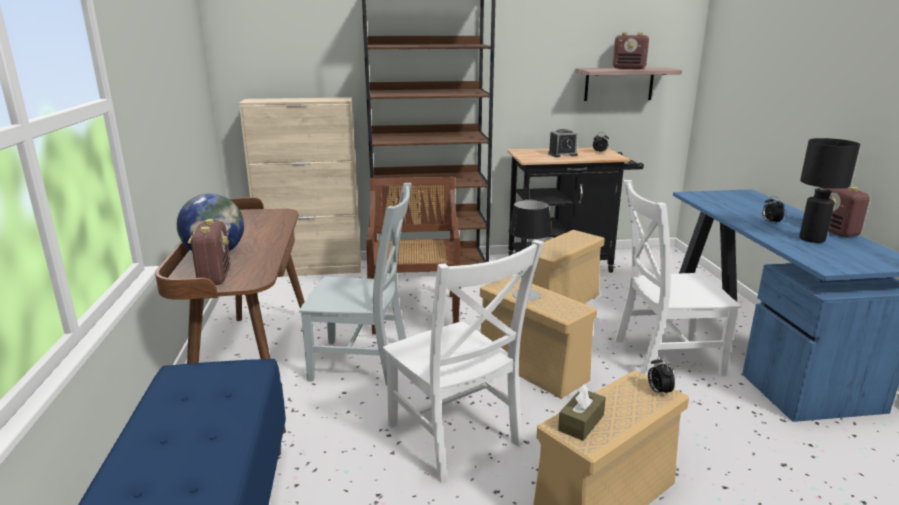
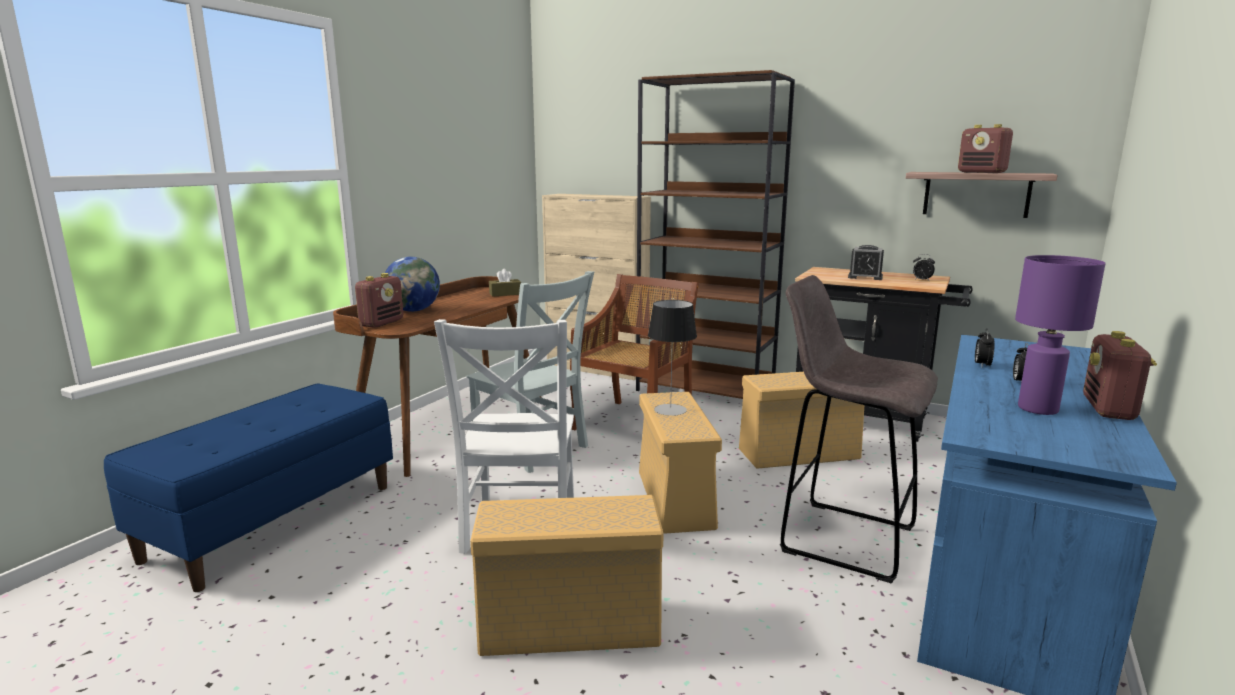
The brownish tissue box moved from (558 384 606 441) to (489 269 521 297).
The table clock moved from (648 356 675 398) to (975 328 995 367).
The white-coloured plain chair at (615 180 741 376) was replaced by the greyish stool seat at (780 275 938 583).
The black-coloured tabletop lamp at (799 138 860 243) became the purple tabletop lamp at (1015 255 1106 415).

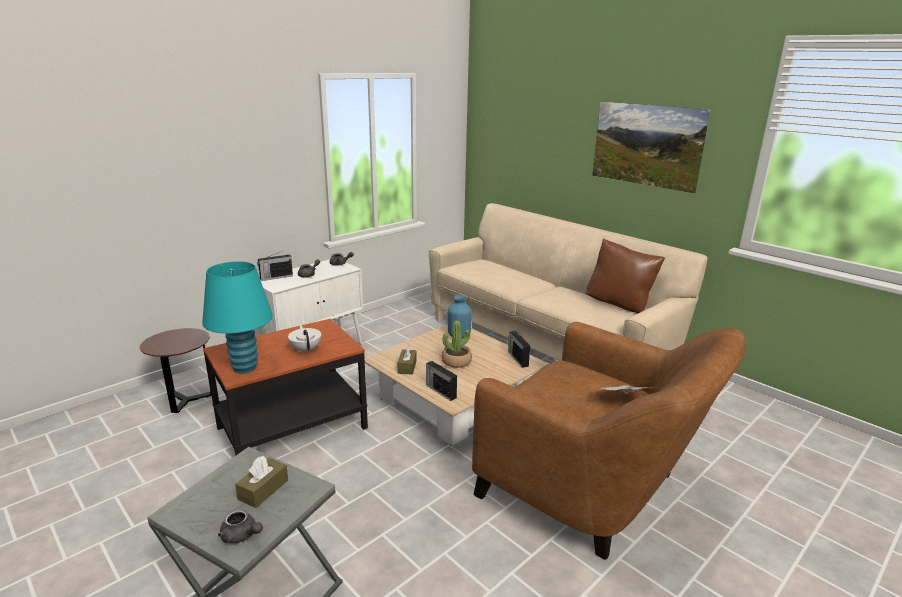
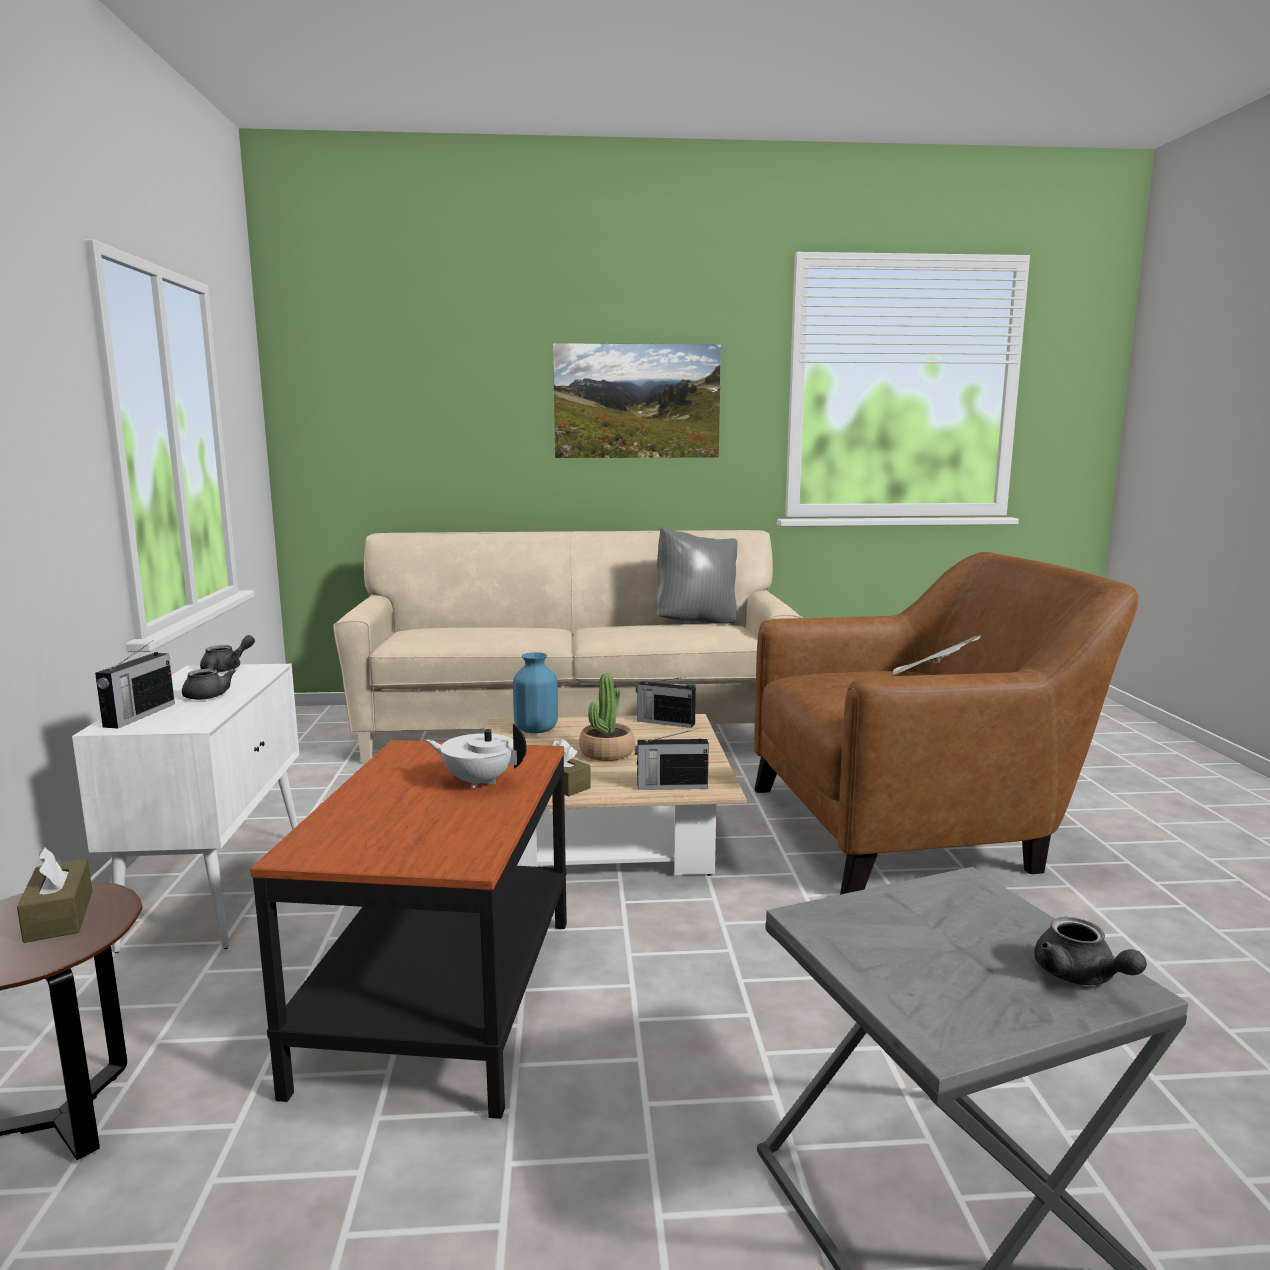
The turquoise tabletop lamp at (202 261 273 374) disappeared.
The brownish tissue box moved from (235 456 288 508) to (17 847 93 943).
The brownish cushion at (586 238 665 313) became the greyish cushion at (655 527 738 624).
The greyish tea pot at (218 509 263 543) turned 90 degrees clockwise.

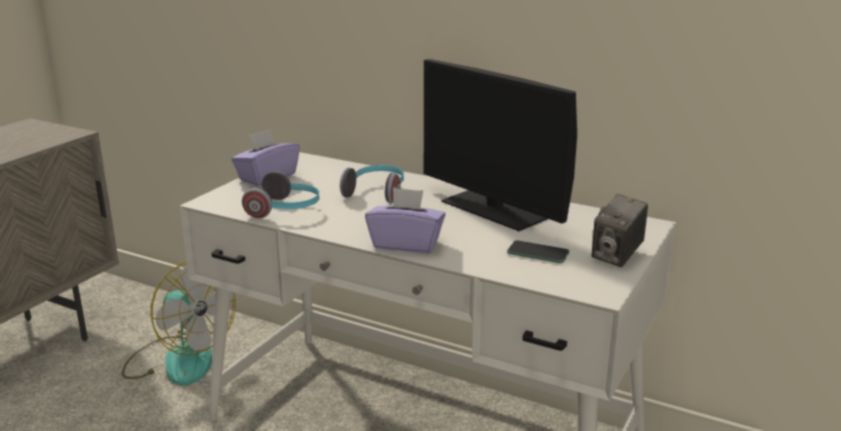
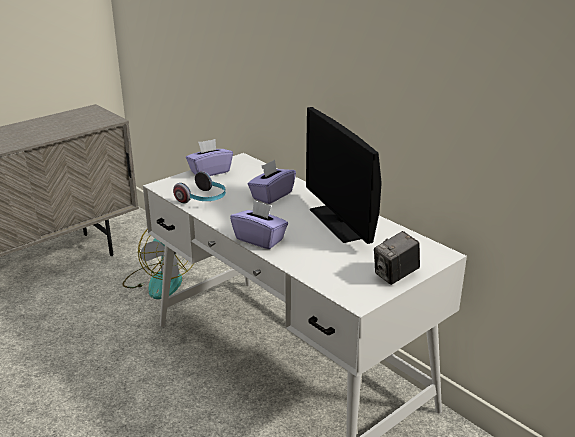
The handset at (507 241 570 263) disappeared.
The headphones at (340 165 404 203) was replaced by the purple tissue box at (248 160 296 204).

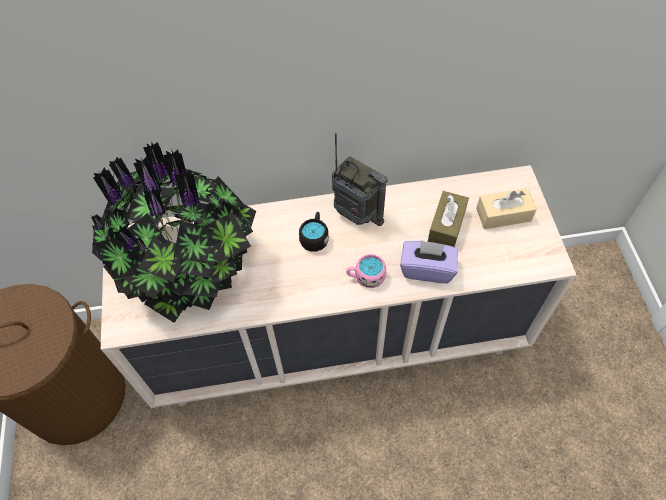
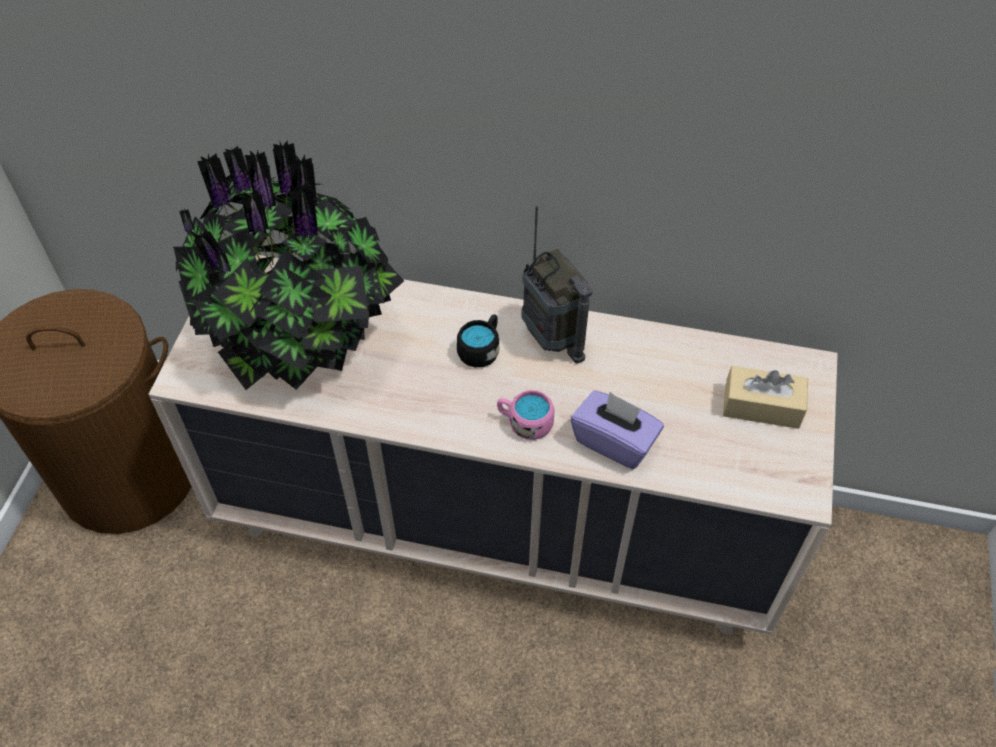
The brownish tissue box at (428 191 469 247) disappeared.

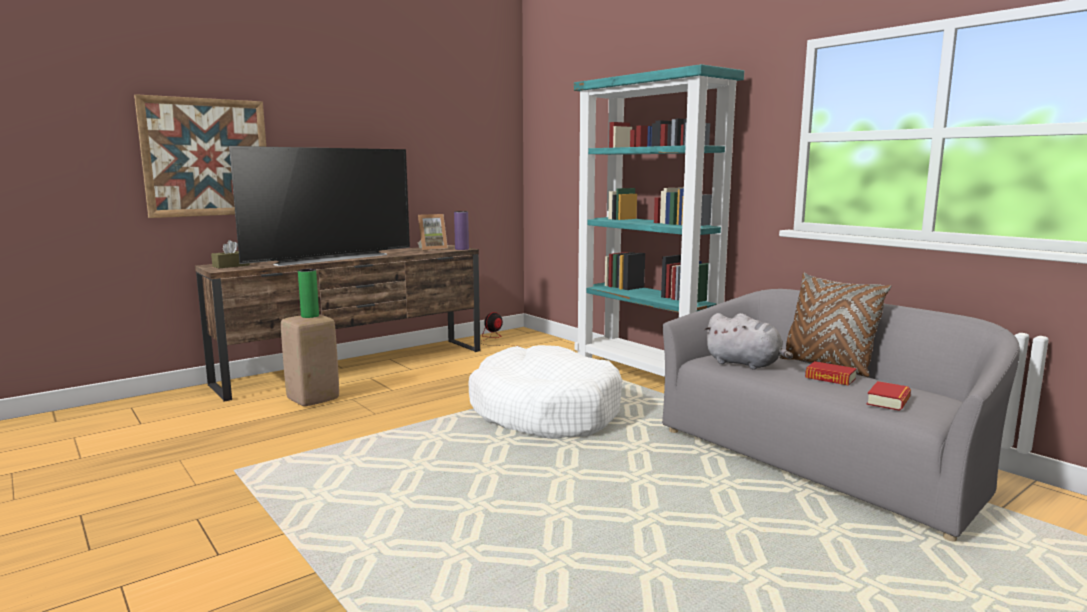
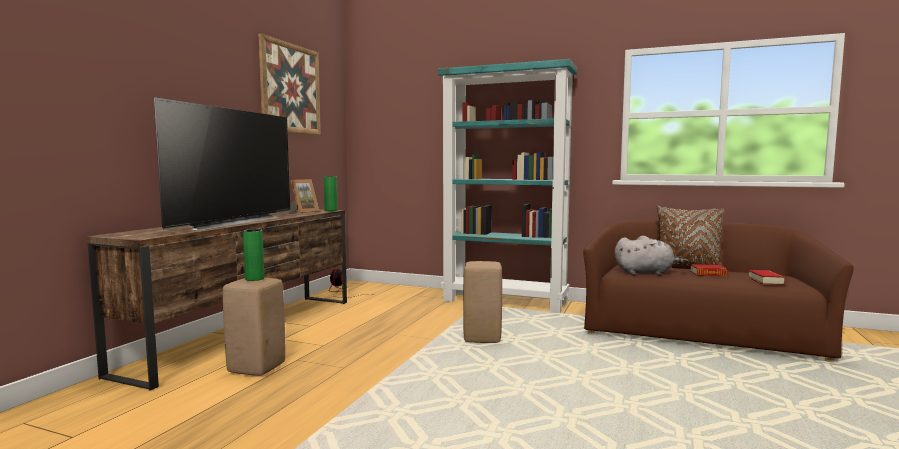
The brownish tissue box at (211 240 250 269) disappeared.
The wall art moved from (134 94 266 218) to (258 34 321 135).
The white-coloured dog bed at (469 345 622 439) was replaced by the beige-coloured stool seat at (463 261 502 343).
The purple flower vase at (454 211 469 250) became the green flower vase at (324 176 337 211).
The greyish couch at (662 289 1020 542) became the brownish couch at (583 220 854 362).

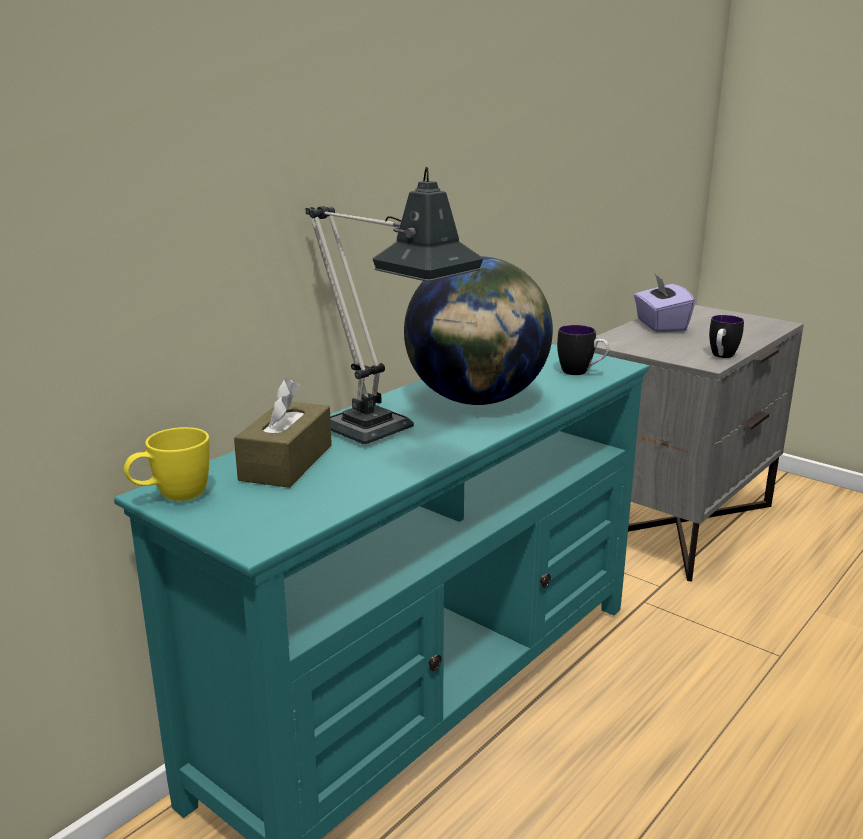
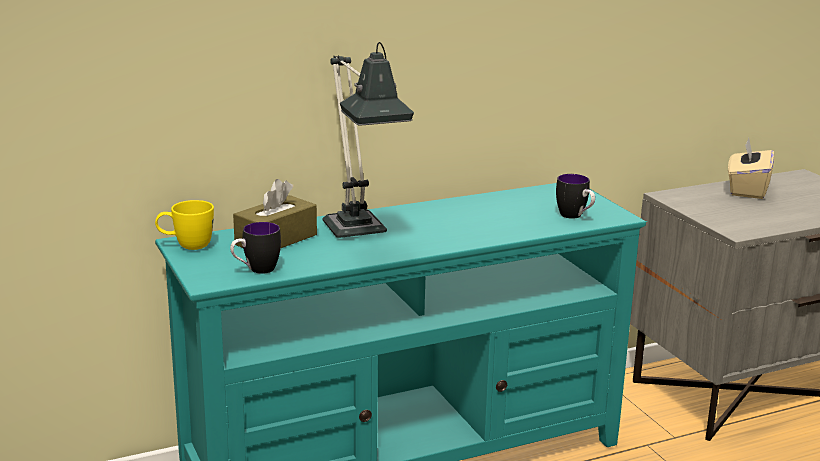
The world globe at (404 256 553 405) disappeared.
The mug moved from (709 315 744 358) to (230 222 281 274).
The purple tissue box at (634 274 695 332) became the beige-coloured tissue box at (728 138 774 199).

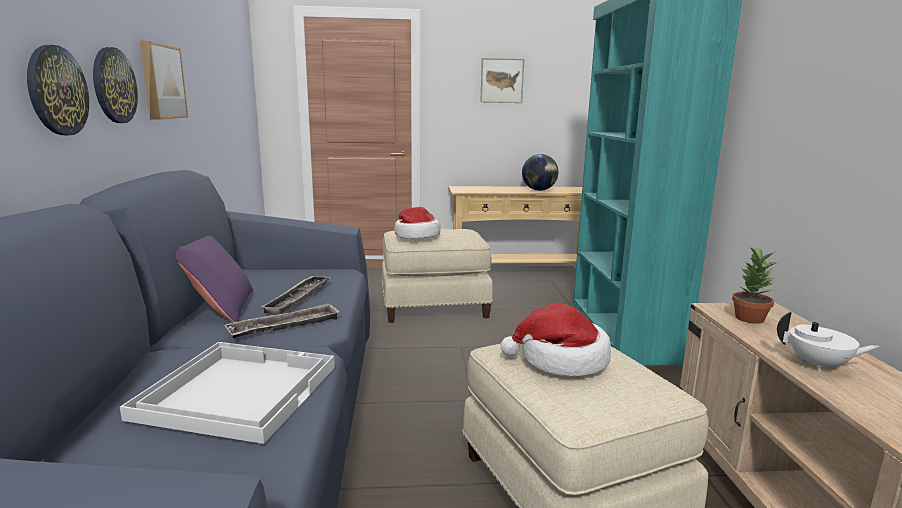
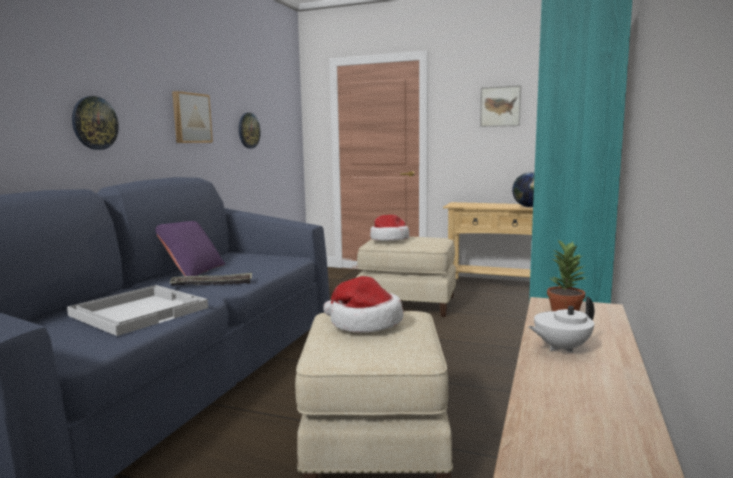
The tray at (260 276 330 314) disappeared.
The wall clock moved from (93 47 138 123) to (239 113 260 149).
The white-coloured tea pot at (777 312 880 372) turned 105 degrees clockwise.

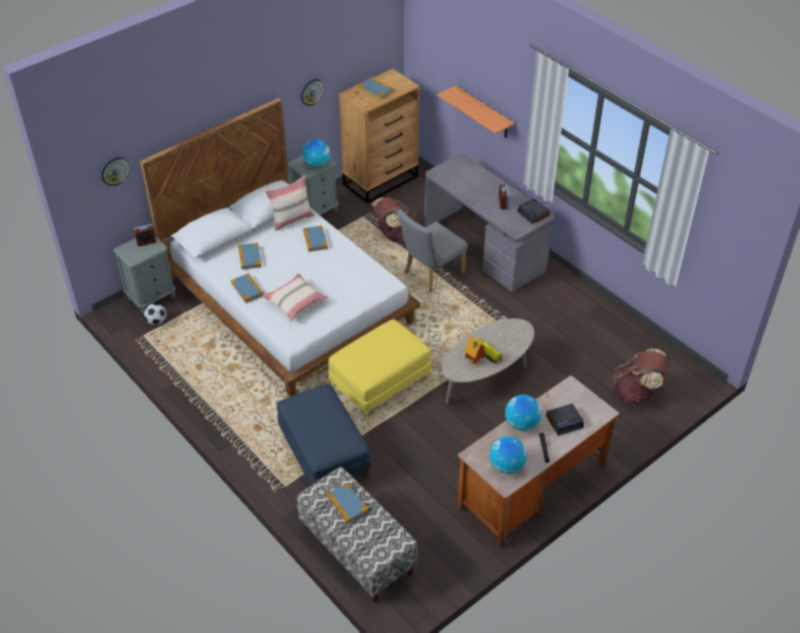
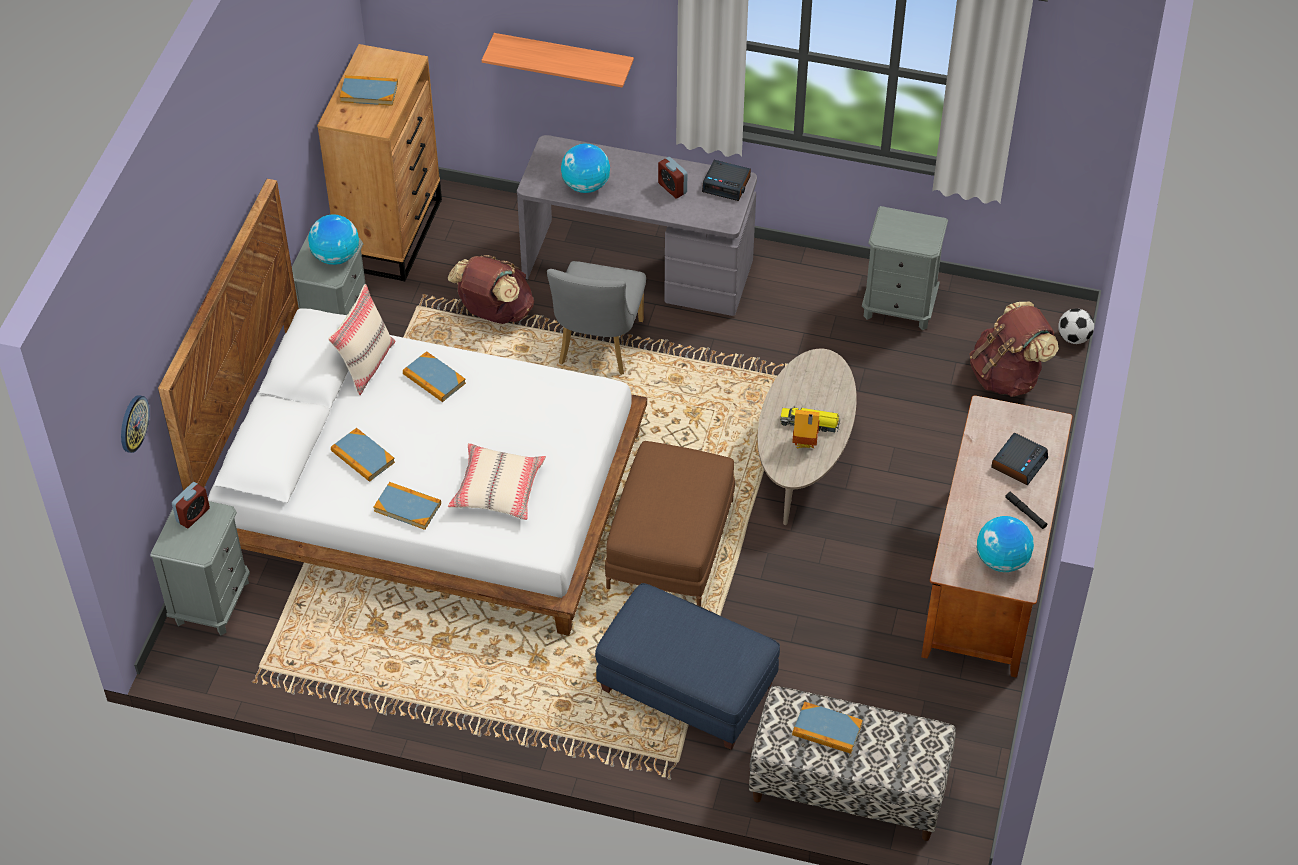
The wall clock at (300 79 325 106) disappeared.
The greyish night table at (862 206 948 330) appeared.
The ball for football moved from (144 303 167 325) to (1058 308 1094 344).
The world globe moved from (505 395 541 431) to (561 144 610 193).
The yellow footrest at (328 319 431 420) became the brownish footrest at (605 441 735 607).

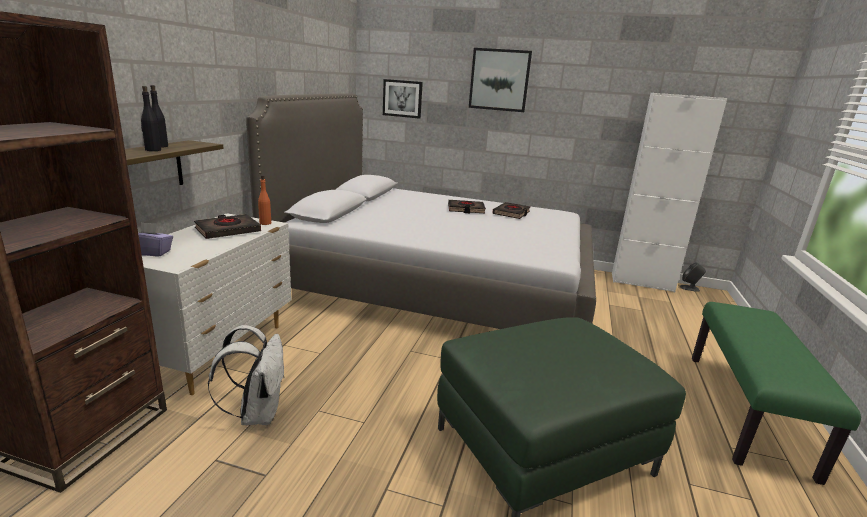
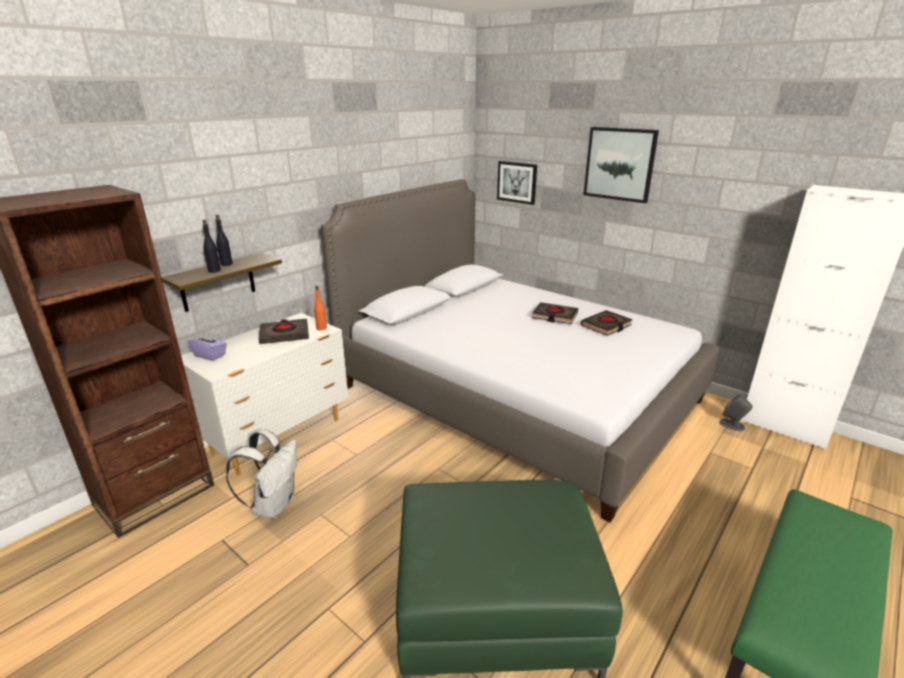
The greyish loudspeaker moved from (680 262 706 292) to (719 394 752 431).

